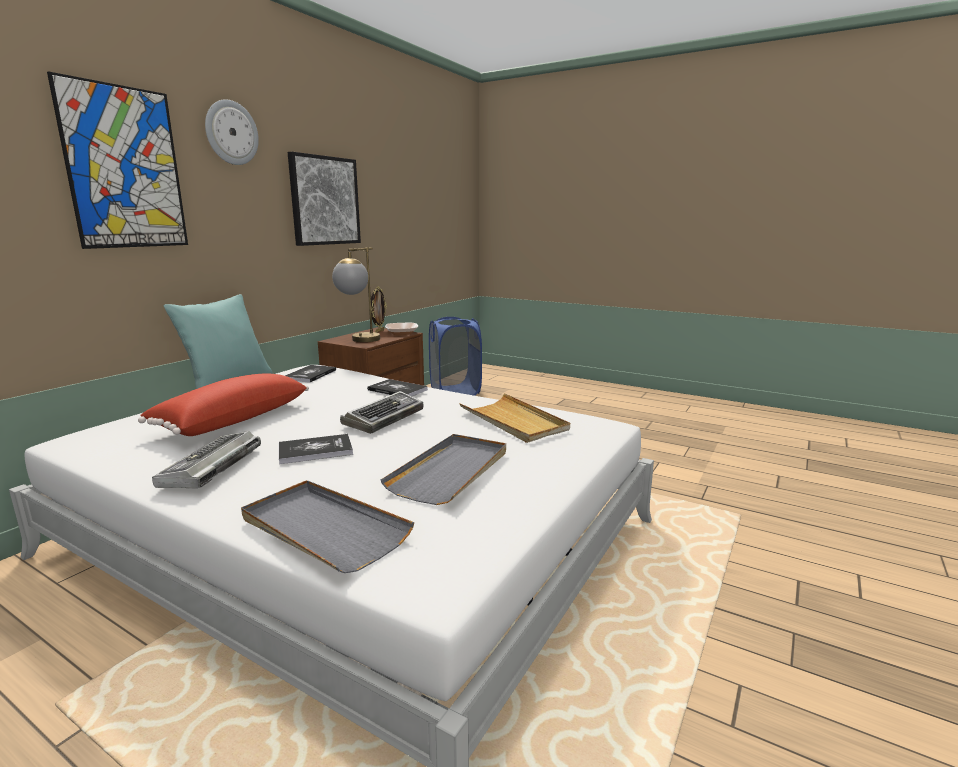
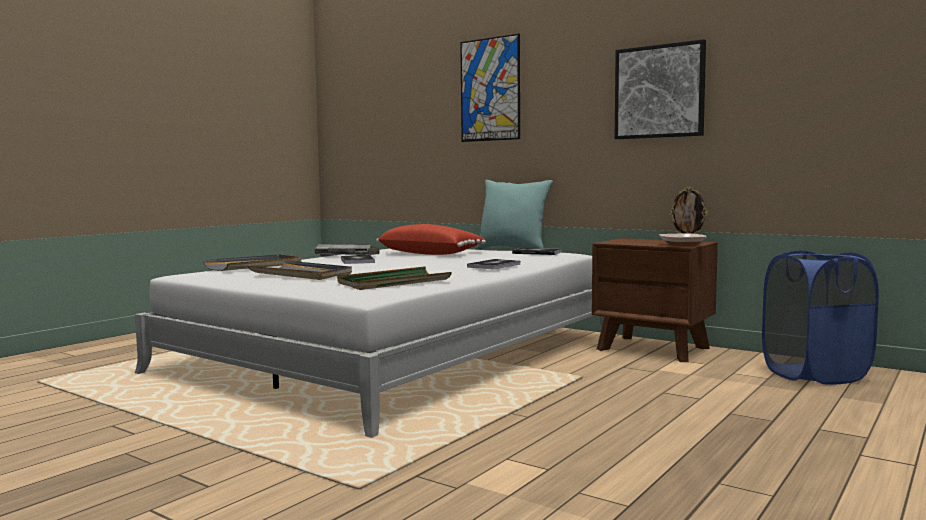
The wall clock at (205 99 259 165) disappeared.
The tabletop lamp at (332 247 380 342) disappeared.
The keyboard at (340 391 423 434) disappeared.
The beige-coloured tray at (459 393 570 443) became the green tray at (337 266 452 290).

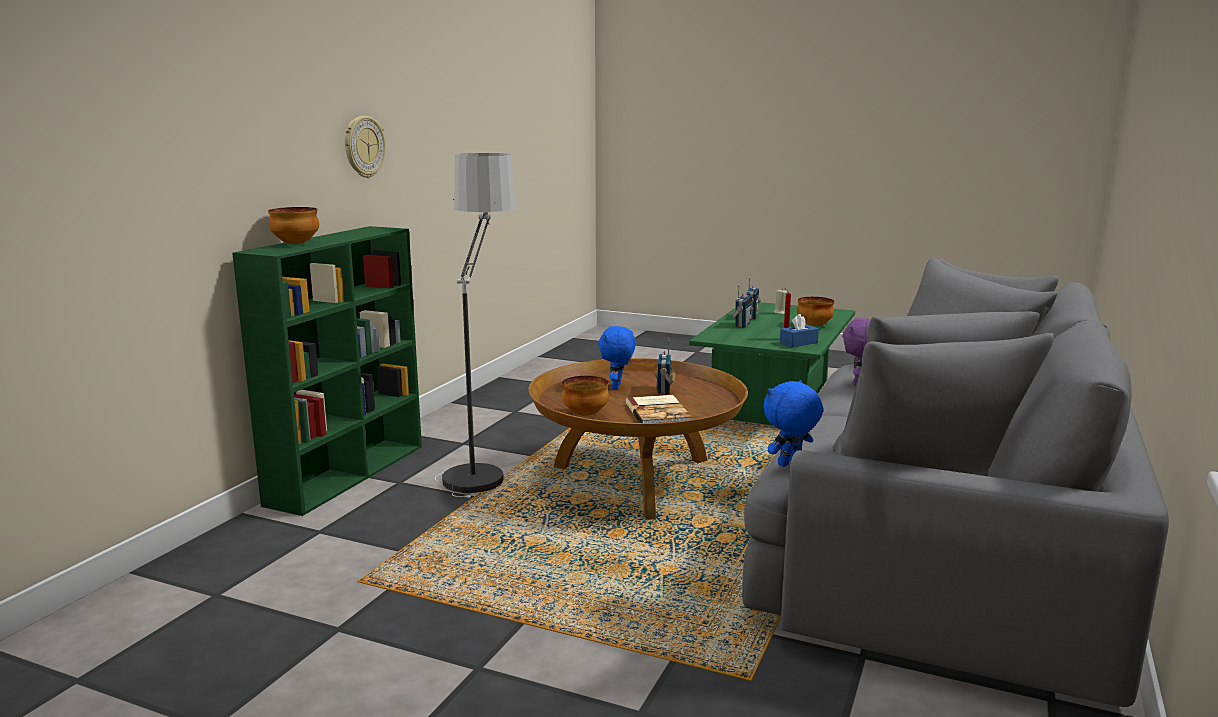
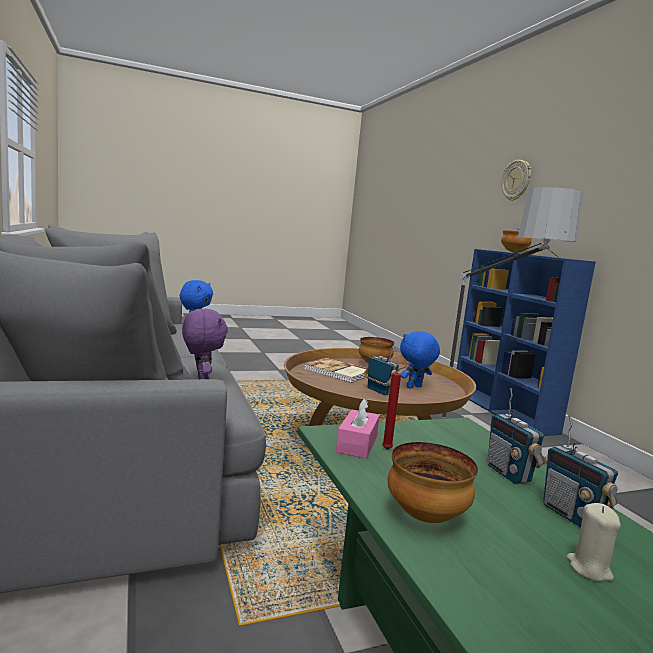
The wall clock moved from (345 116 386 178) to (502 160 531 201).
The green bookshelf at (232 226 422 516) became the blue-coloured bookshelf at (457 249 596 436).
The blue-coloured tissue box at (780 314 819 347) became the pink-coloured tissue box at (336 398 380 459).
The blue-coloured soft toy at (598 326 635 389) turned 90 degrees counterclockwise.

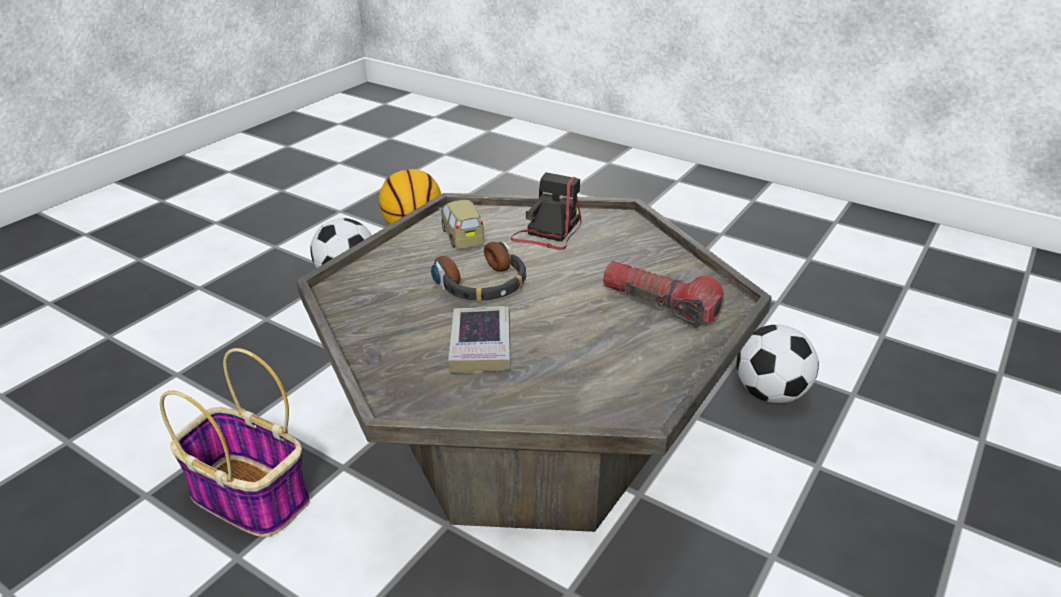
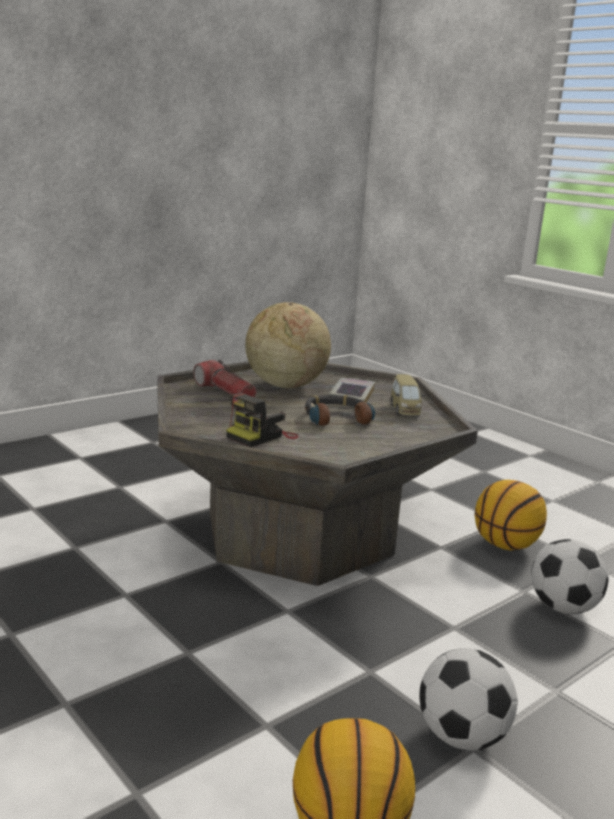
The world globe at (245 302 331 388) appeared.
The toy car moved from (438 200 484 249) to (391 374 425 416).
The ball for football moved from (736 324 819 403) to (531 539 609 614).
The storage basket at (160 348 310 537) was replaced by the basketball ball at (475 480 547 551).

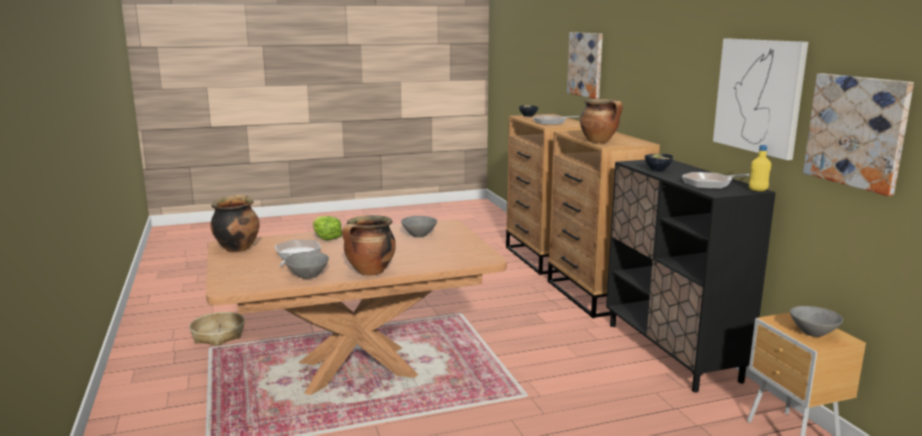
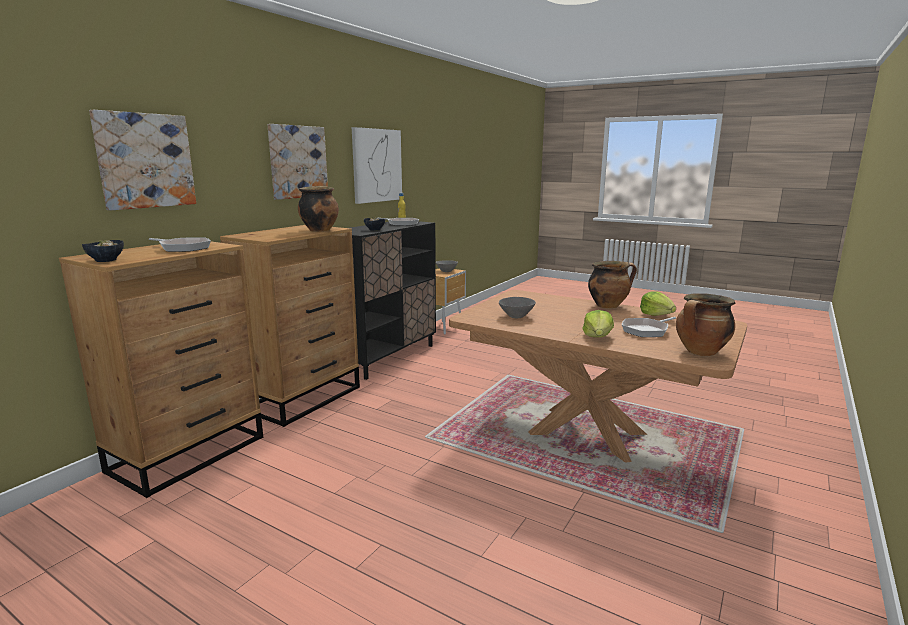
The storage basket at (189 312 245 346) disappeared.
The wall art moved from (803 74 914 196) to (267 124 328 200).
The greyish deep dish at (285 252 329 279) was replaced by the lettuce at (640 291 676 316).

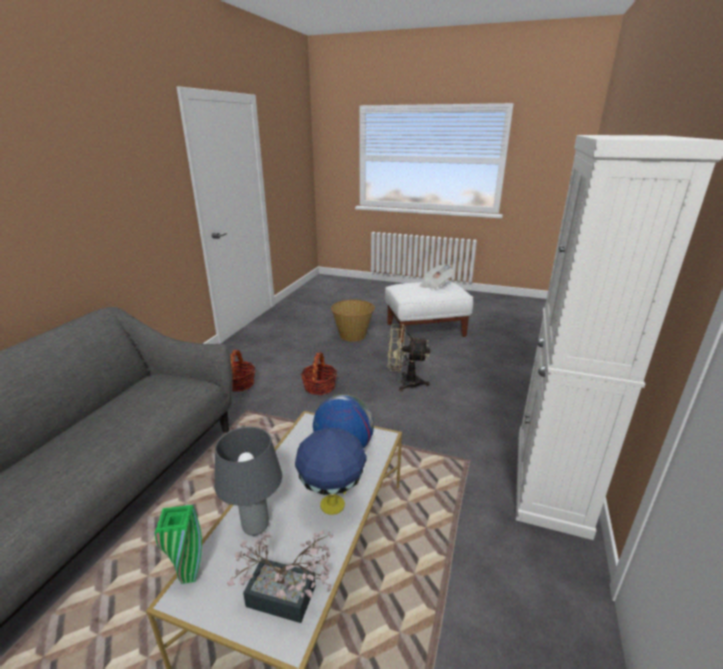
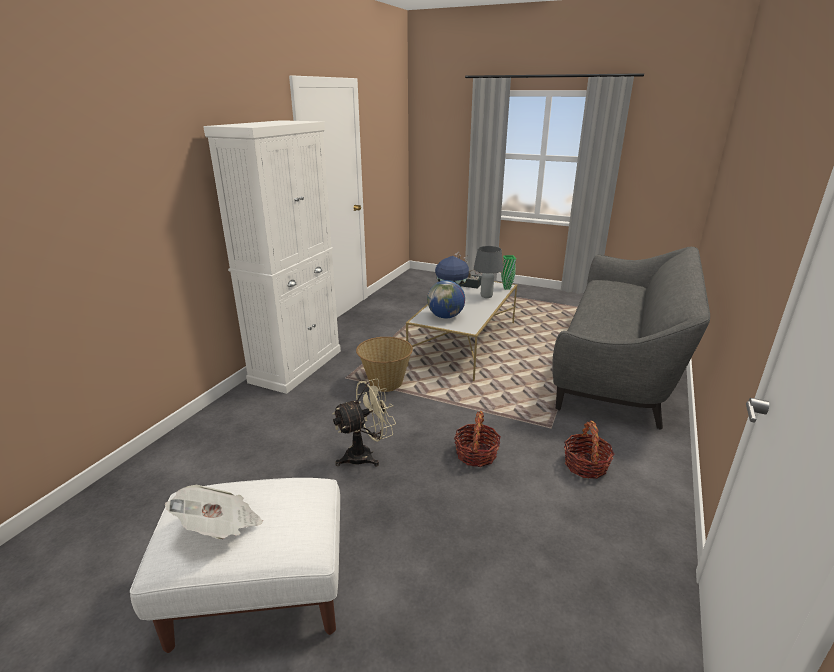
The storage basket moved from (331 300 375 342) to (356 337 413 392).
The beige-coloured electric fan at (388 324 431 391) turned 45 degrees counterclockwise.

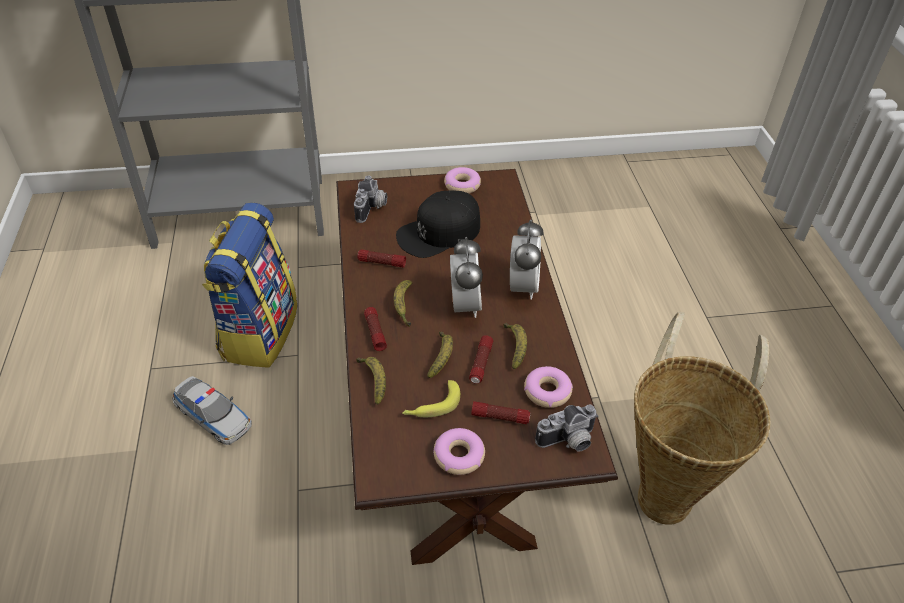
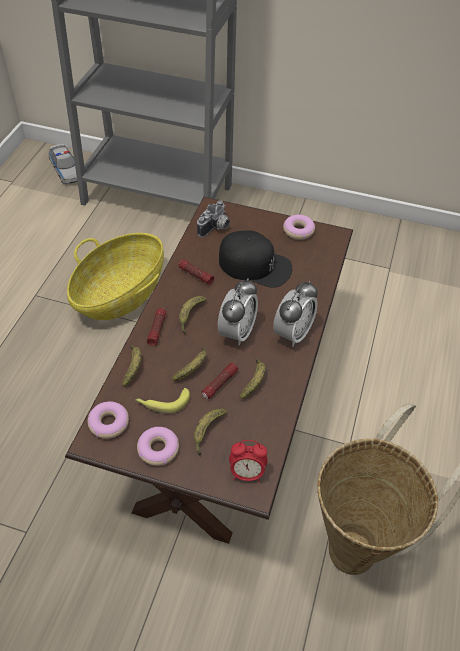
The toy car moved from (172 376 252 445) to (49 144 77 184).
The ring doughnut moved from (524 366 573 408) to (88 401 129 439).
The backpack at (202 203 298 368) was replaced by the storage basket at (67 233 164 320).
The hand torch at (471 401 530 424) was replaced by the banana fruit at (194 408 227 456).
The photo camera at (535 404 598 451) was replaced by the table clock at (229 440 268 483).
The black-coloured peaked cap at (396 191 480 258) turned 150 degrees counterclockwise.

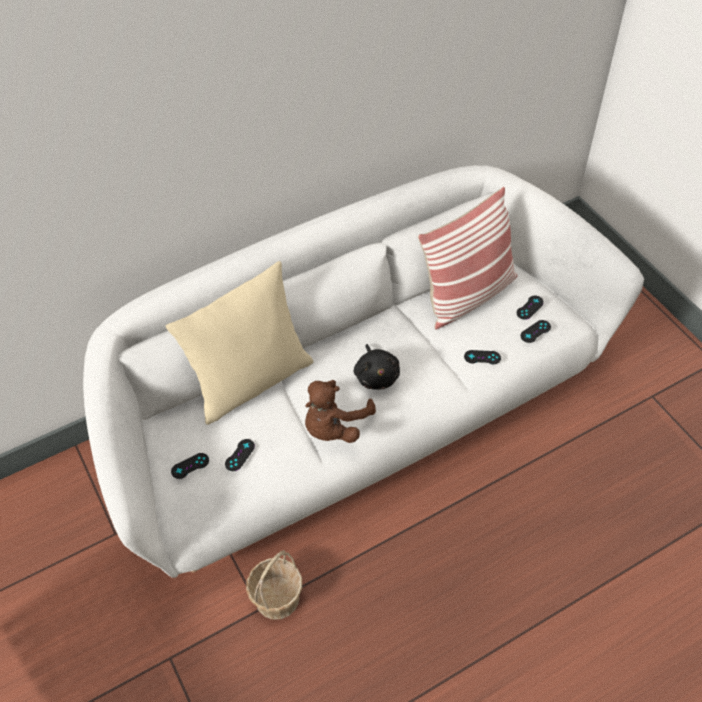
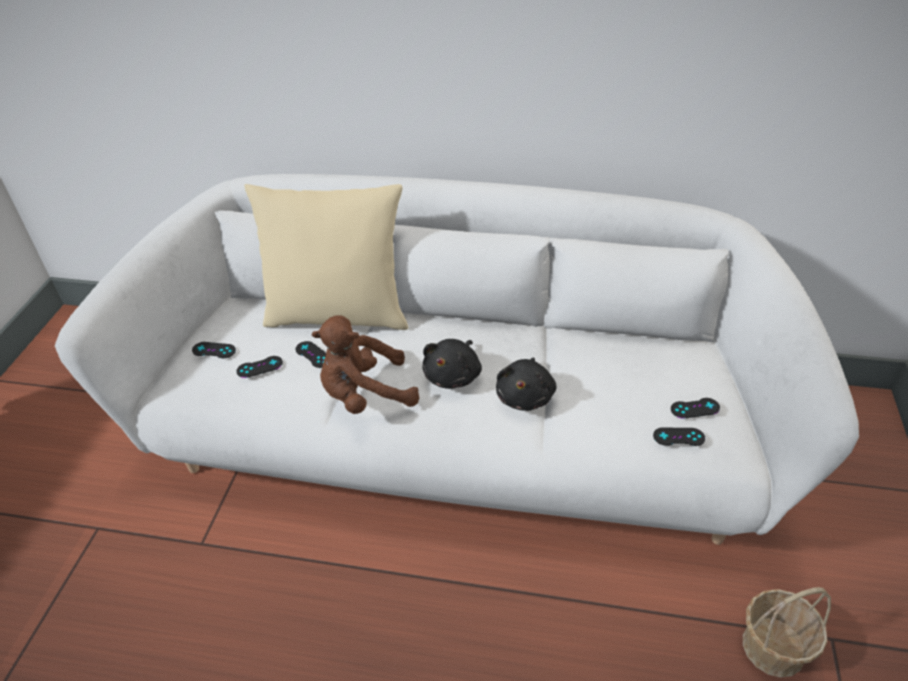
The cushion at (418 187 517 329) disappeared.
The black-coloured soft toy at (496 358 556 411) appeared.
The storage basket moved from (246 550 302 620) to (743 587 831 678).
The black-coloured gamepad moved from (464 350 501 364) to (295 341 326 368).

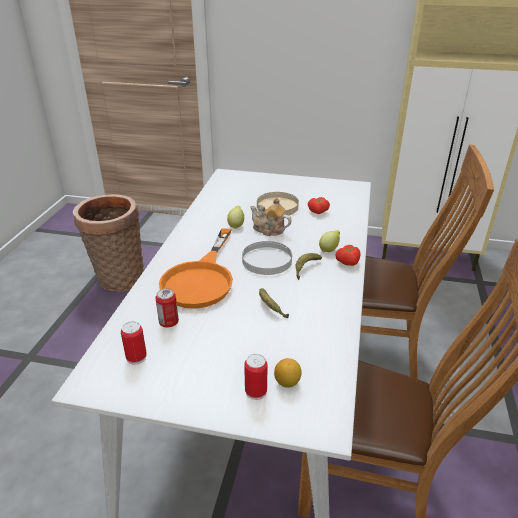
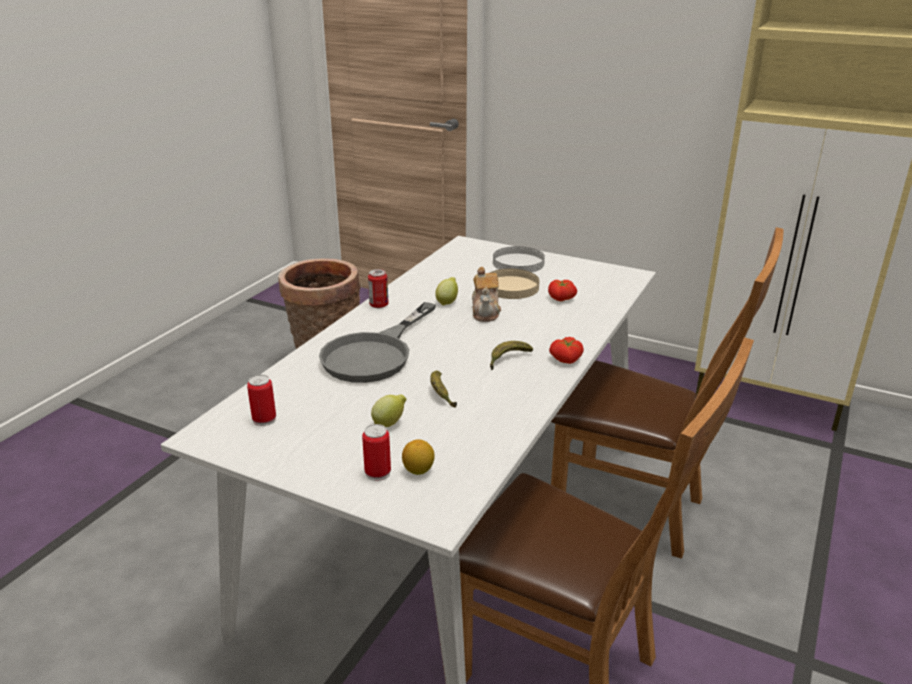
The metal can moved from (155 288 179 328) to (368 269 389 308).
The white-coloured flat dish moved from (242 241 292 275) to (493 246 545 272).
The citrus fruit moved from (319 230 340 252) to (371 394 406 427).
The orangey pan at (159 228 233 309) became the greyish pan at (319 302 436 383).
The tea pot at (250 197 291 236) turned 135 degrees counterclockwise.

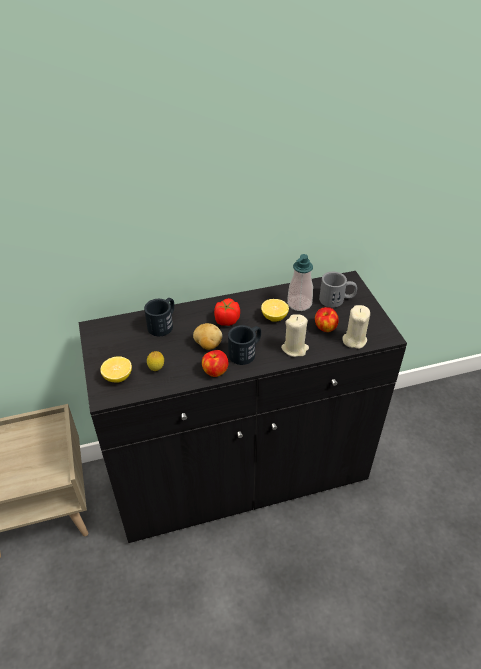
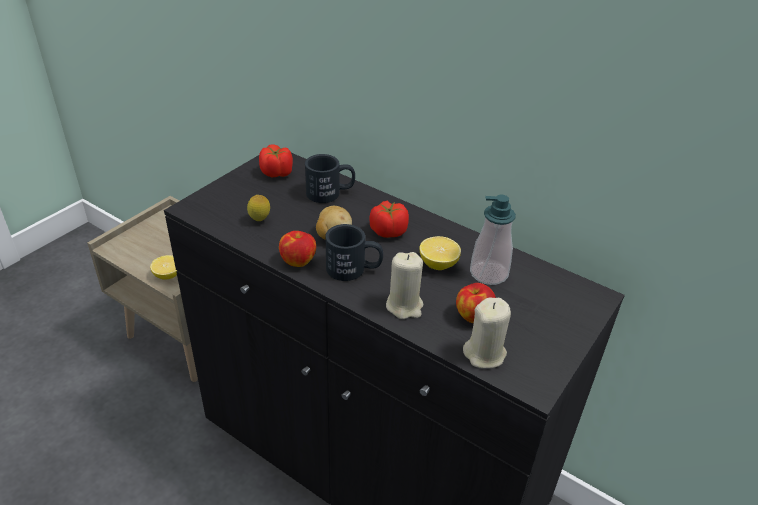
The greyish mug at (319 272 357 308) disappeared.
The tomato at (259 144 293 177) appeared.
The citrus fruit moved from (100 356 132 383) to (150 255 177 279).

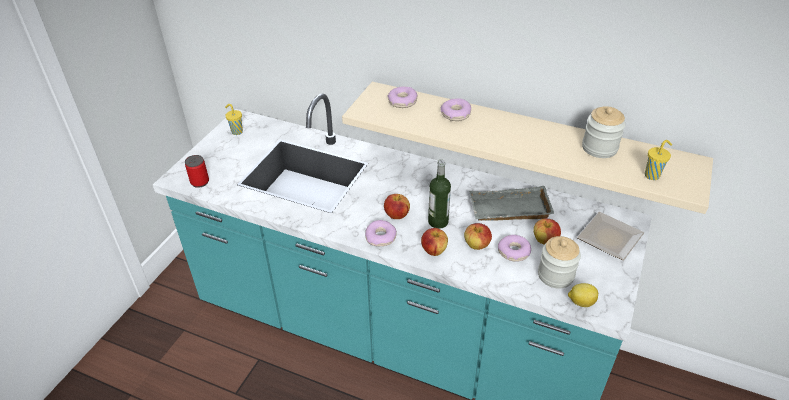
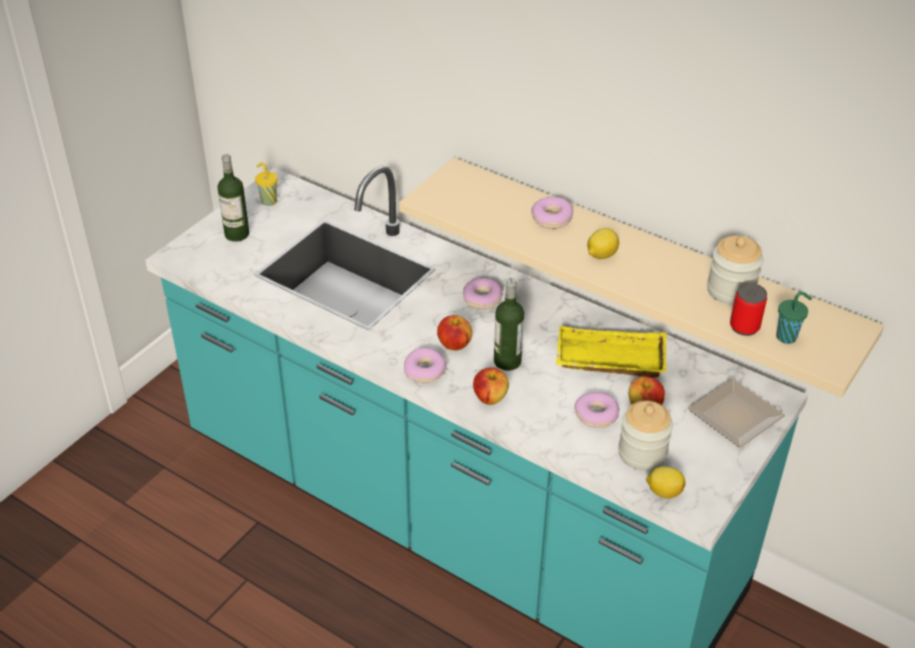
The apple at (464 223 492 250) disappeared.
The beverage bottle at (218 154 249 242) appeared.
The citrus fruit at (587 228 619 259) appeared.
The metal can moved from (185 155 209 188) to (730 283 767 336).
The ring doughnut moved from (388 86 418 108) to (463 278 503 309).
The greyish tray at (470 186 555 221) became the yellow tray at (556 326 667 378).
The yellow small cup at (645 140 672 180) became the green small cup at (776 292 812 344).

